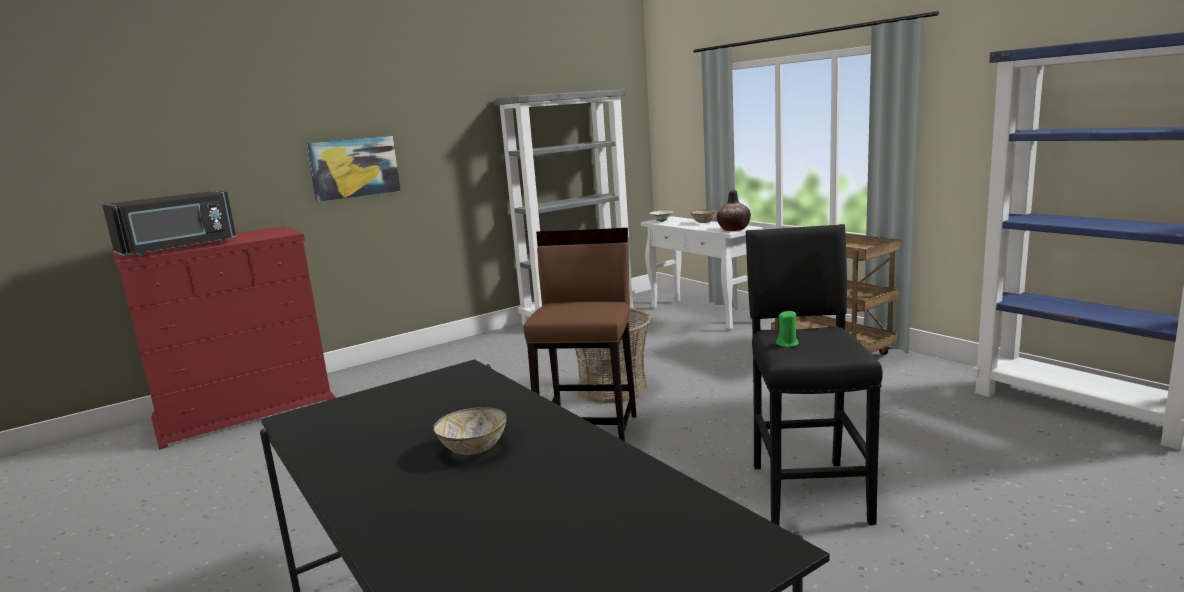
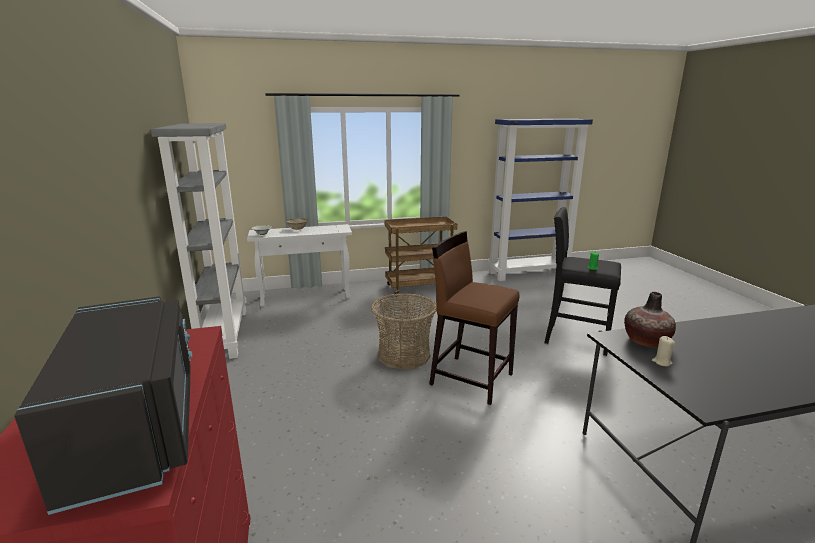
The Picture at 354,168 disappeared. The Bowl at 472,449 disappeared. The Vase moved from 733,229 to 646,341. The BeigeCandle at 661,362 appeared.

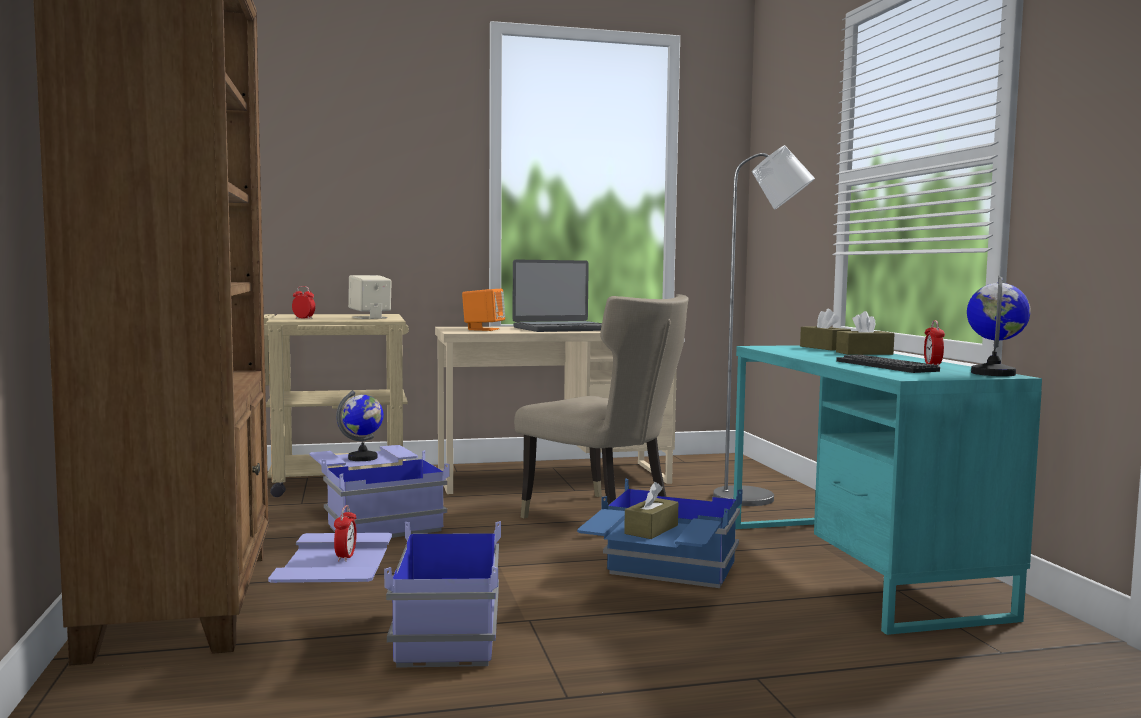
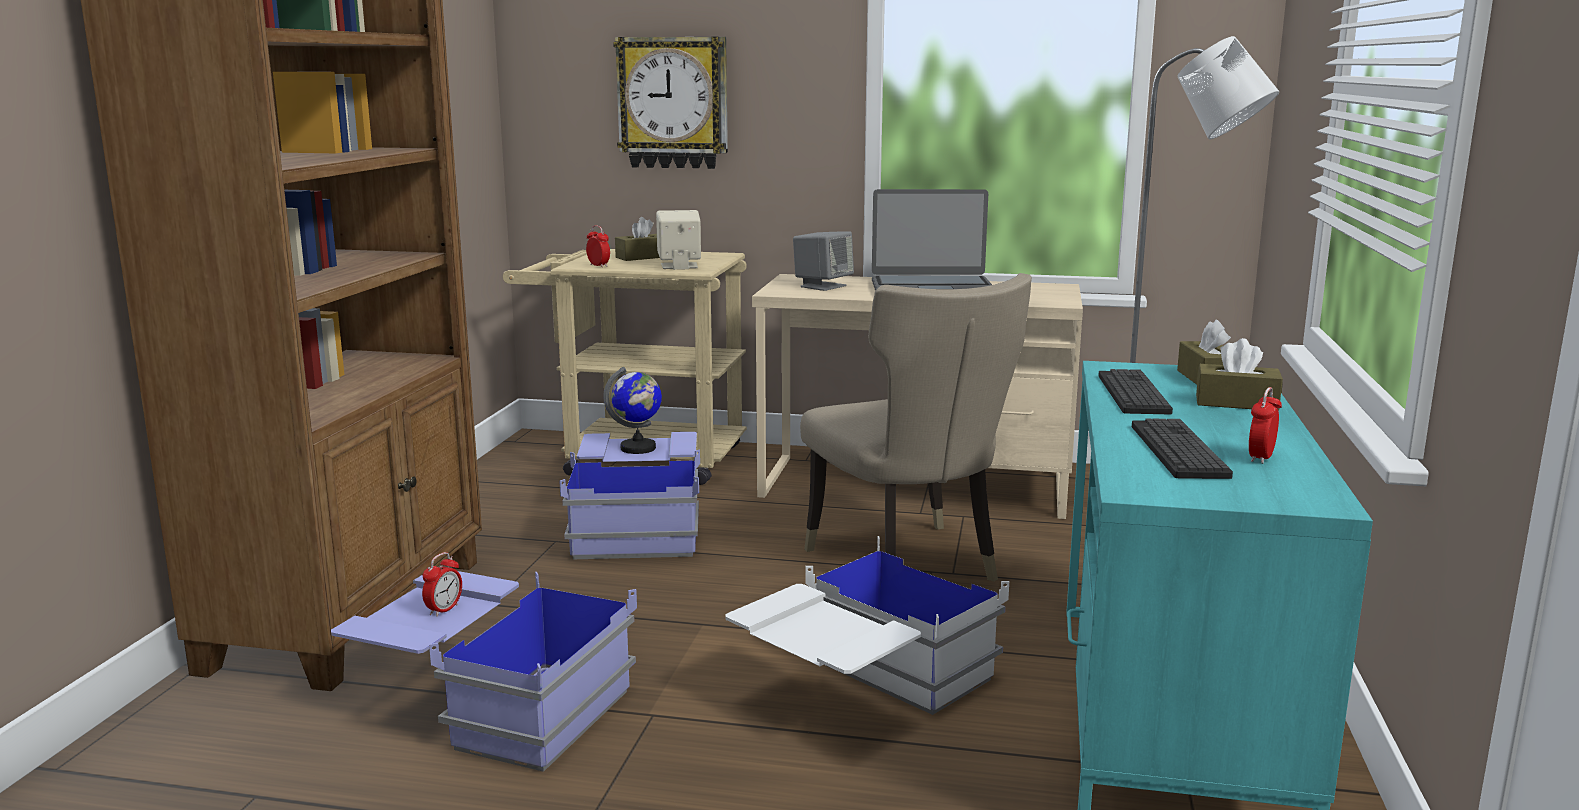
The OrangeSpeaker at 483,329 became the GreySpeaker at 823,286. The BlueStorageBox at 660,584 became the WhiteStorageBox at 864,691. The BrownTissueBox moved from 651,529 to 642,257. The Globe at 993,373 disappeared. The WallClock at 673,103 appeared. The Keyboard at 1133,393 appeared.

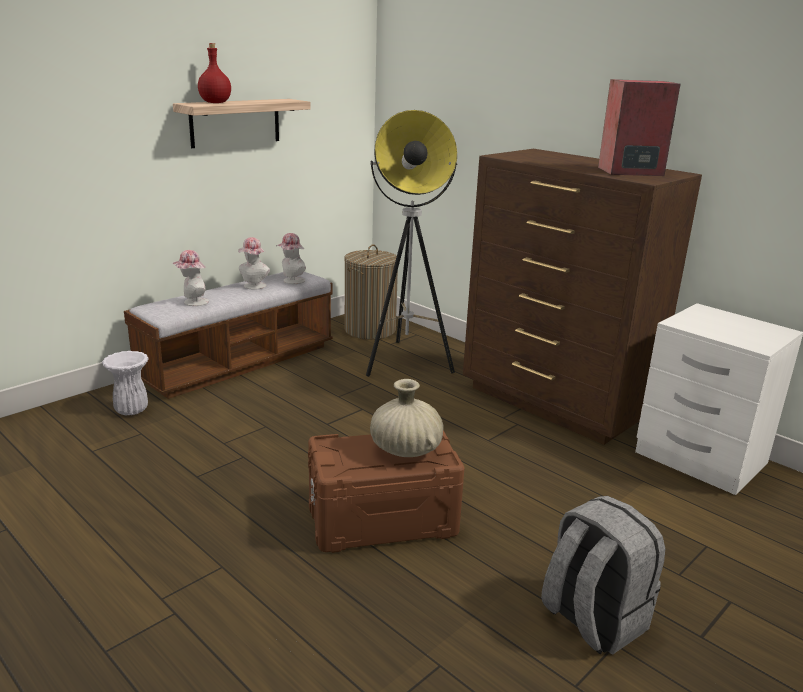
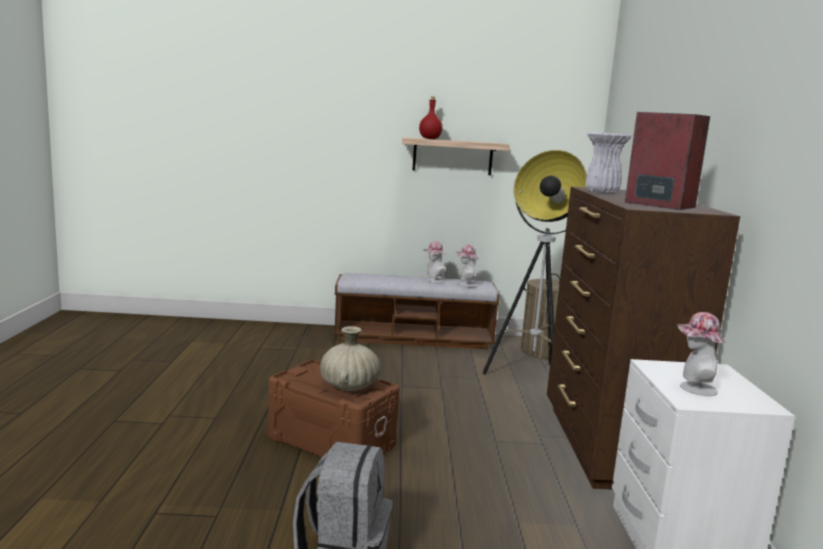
The WhiteVase moved from 131,411 to 601,193. The Hat moved from 193,302 to 693,388.

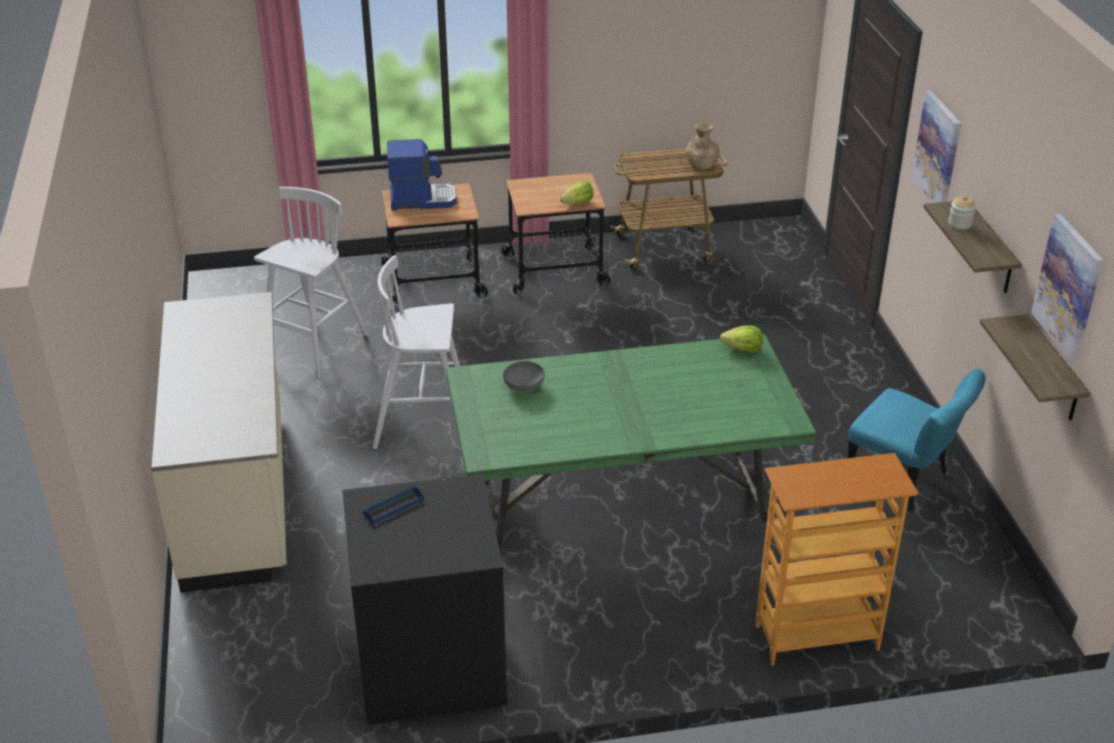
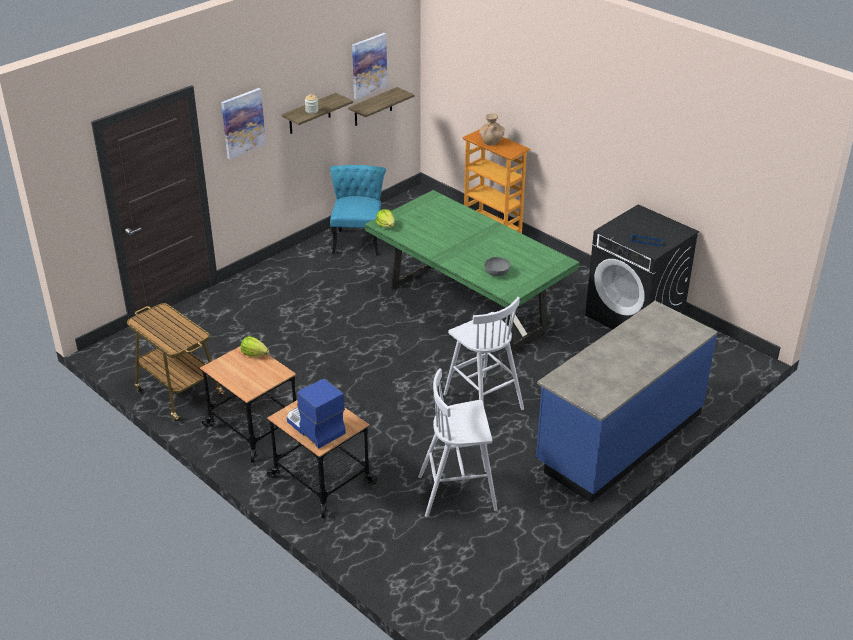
The BeigeCounter at 237,494 became the BlueCounter at 619,438. The BrownVase moved from 701,164 to 491,142.

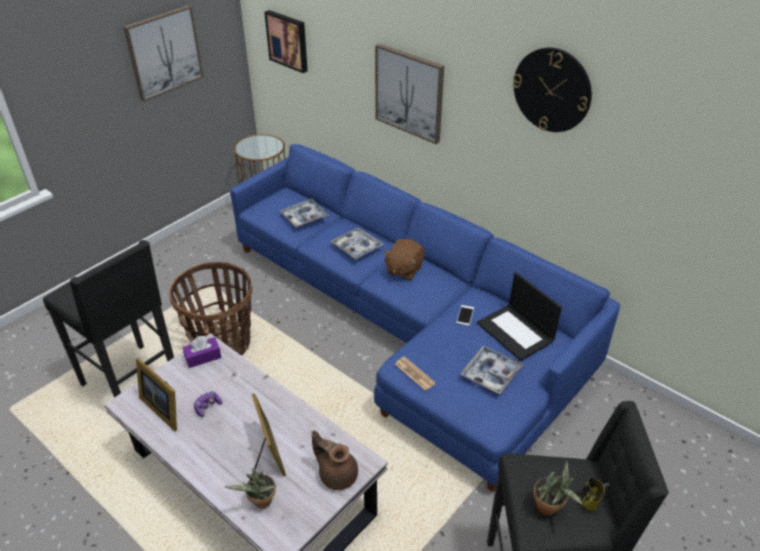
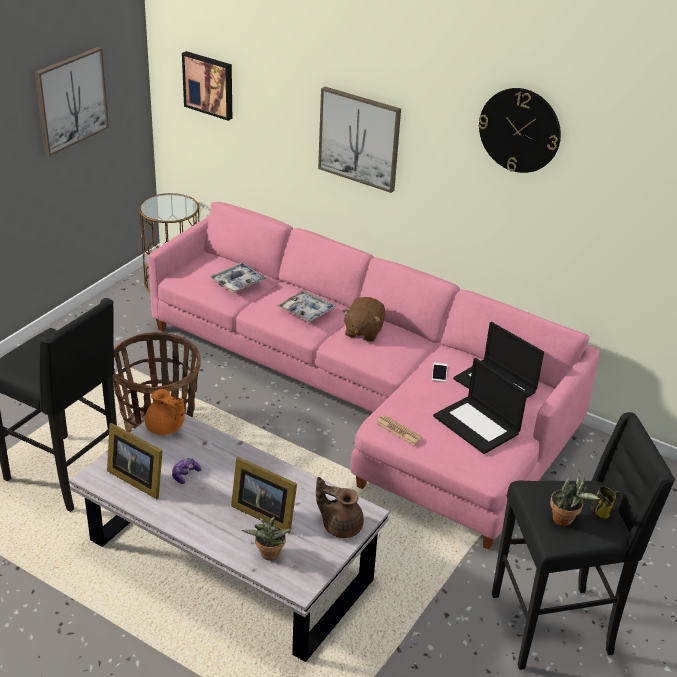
The PurpleTissueBox at 203,357 was replaced by the OrangeTeapot at 165,428. The BlueSofa at 410,325 became the PinkSofa at 369,396. The PictureFrame at 268,454 turned 150 degrees clockwise. The Tray at 491,373 was replaced by the Laptop at 477,425.

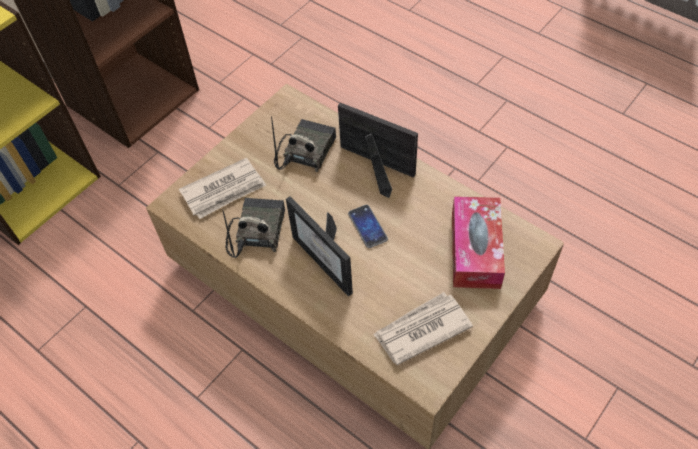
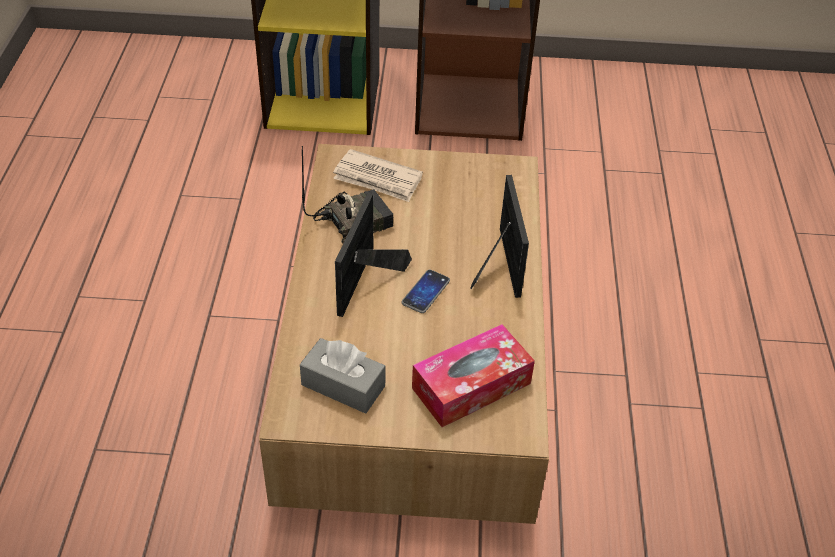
The Radio at 305,151 disappeared. The Newspaper at 421,329 was replaced by the GreyTissueBox at 343,385.

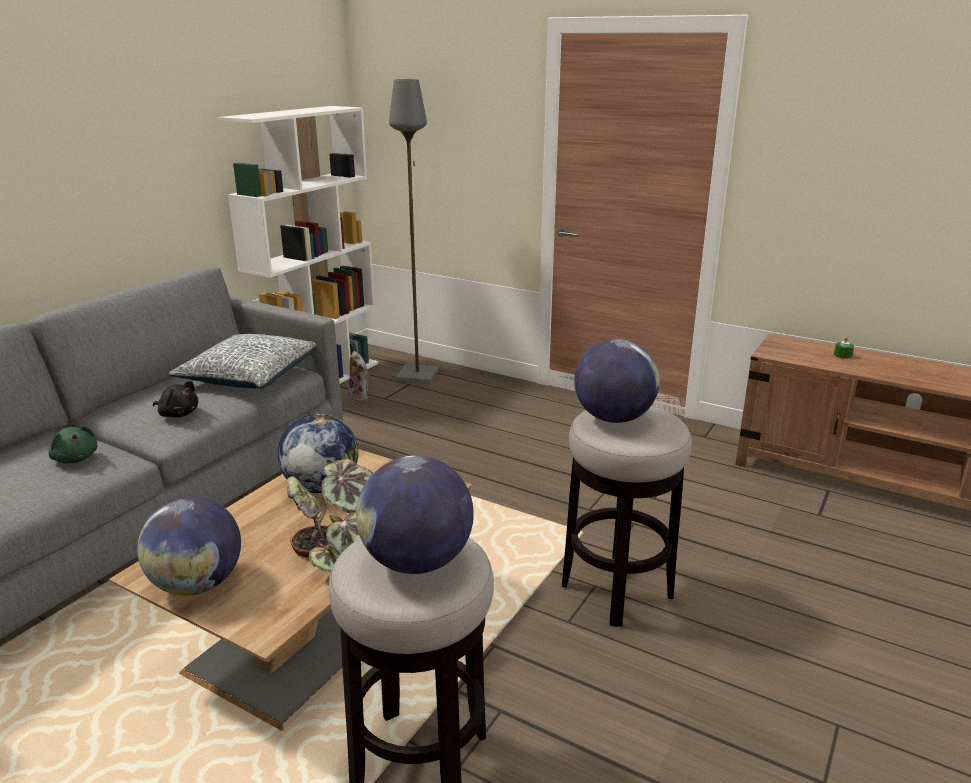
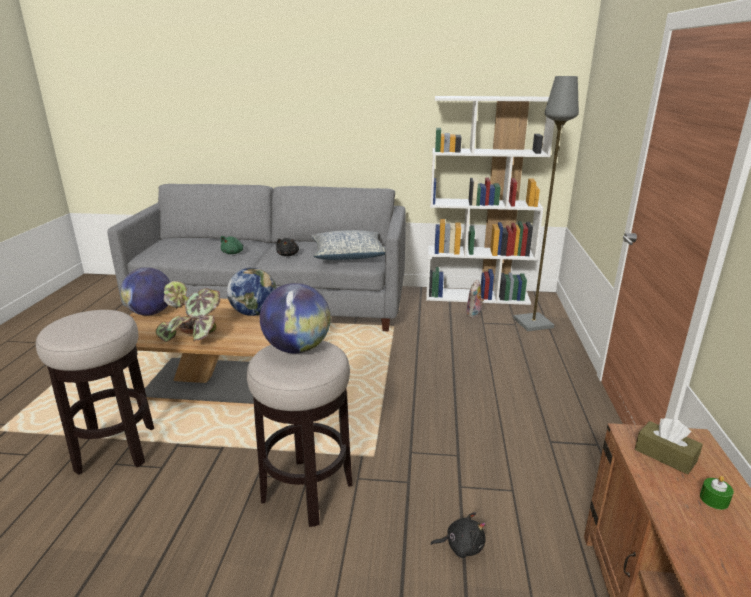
The Globe at 417,562 disappeared. The BlackPlushToy at 461,546 appeared. The BrownTissueBox at 665,455 appeared.

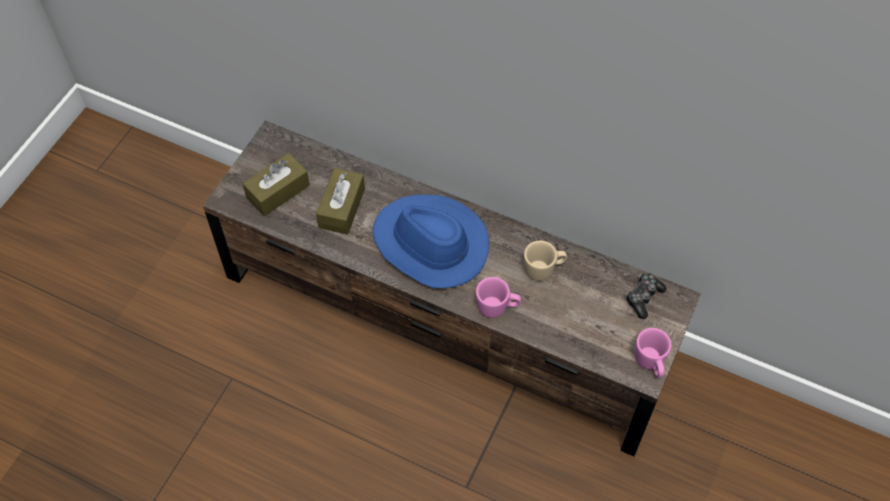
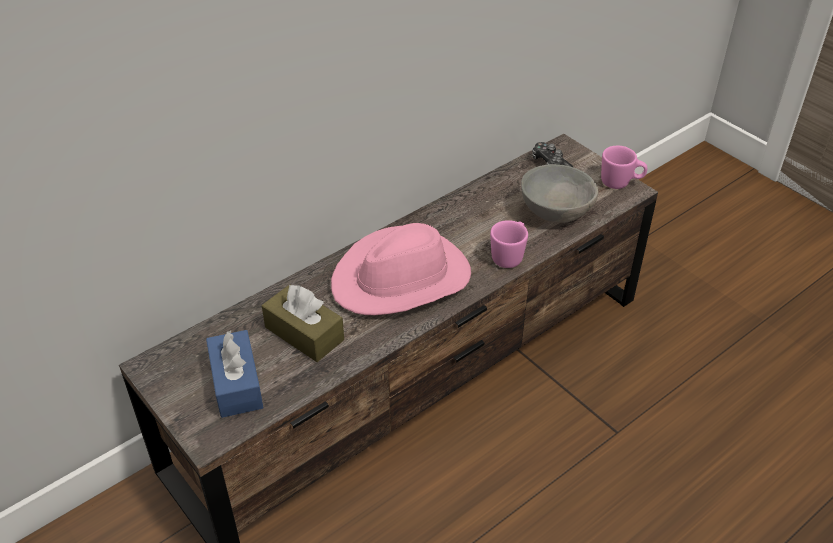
The BrownTissueBox at 278,191 became the BlueTissueBox at 236,384. The BlueHat at 430,244 became the PinkHat at 402,279. The BeigeMug at 543,270 disappeared. The GreyBowl at 555,212 appeared.

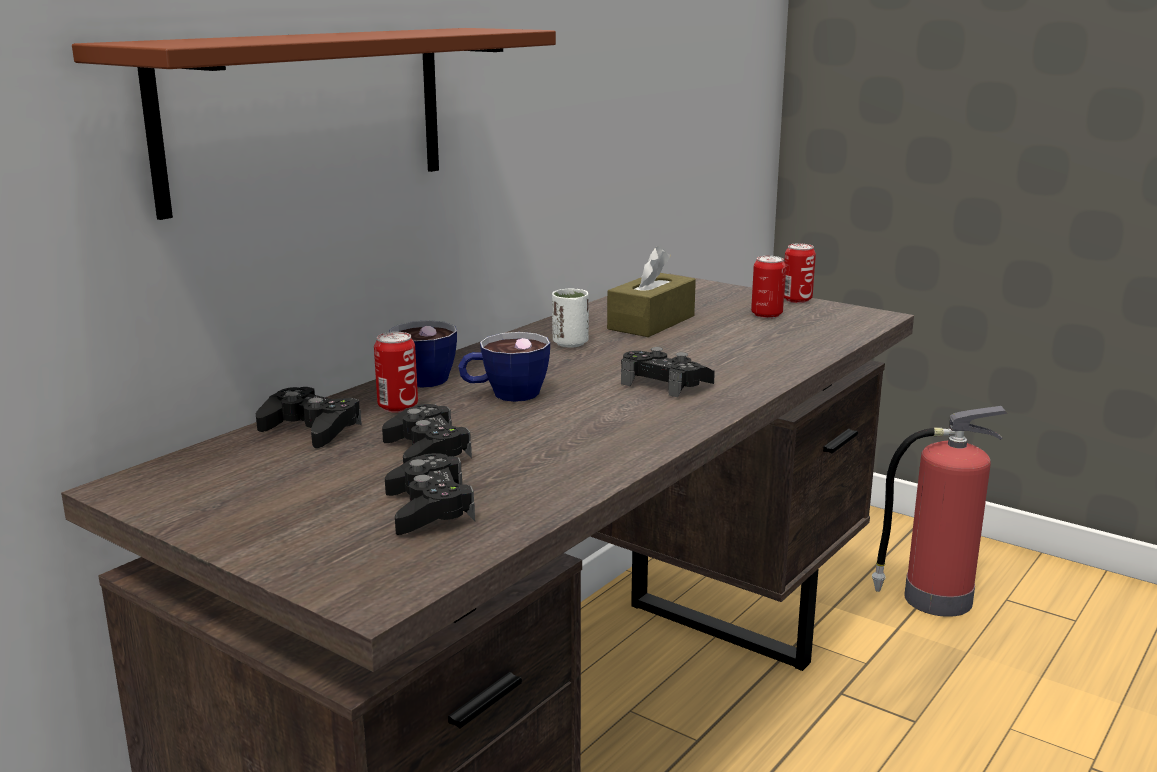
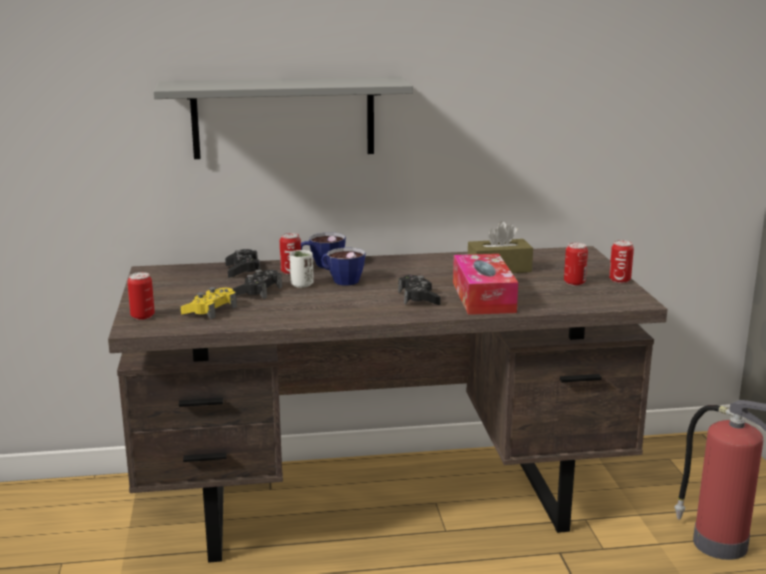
The BrownShelf at 306,114 became the GreyShelf at 283,117. The BlackGameController at 429,508 became the YellowGameController at 210,310. The WhiteCup moved from 570,343 to 302,284. The Can at 142,316 appeared. The TissueBox at 483,297 appeared.

